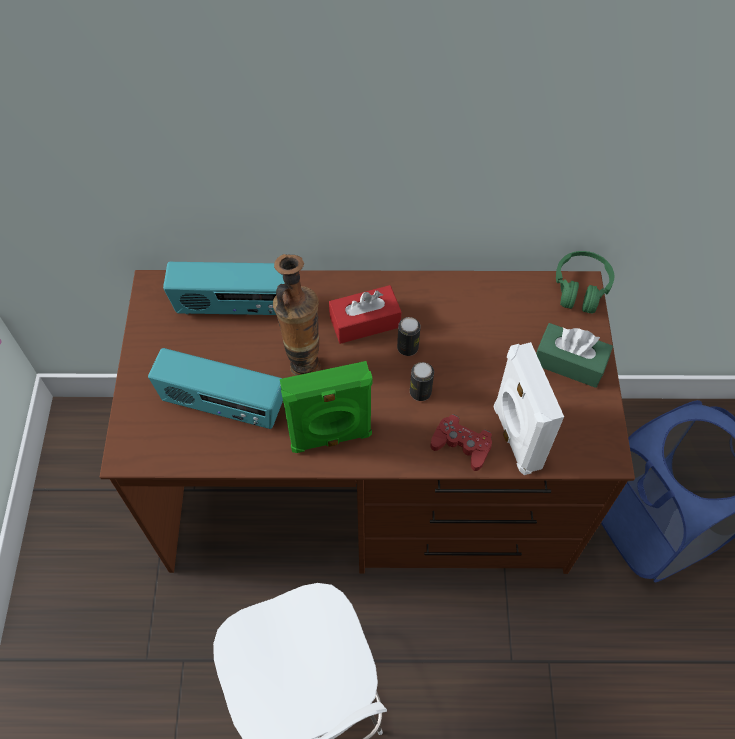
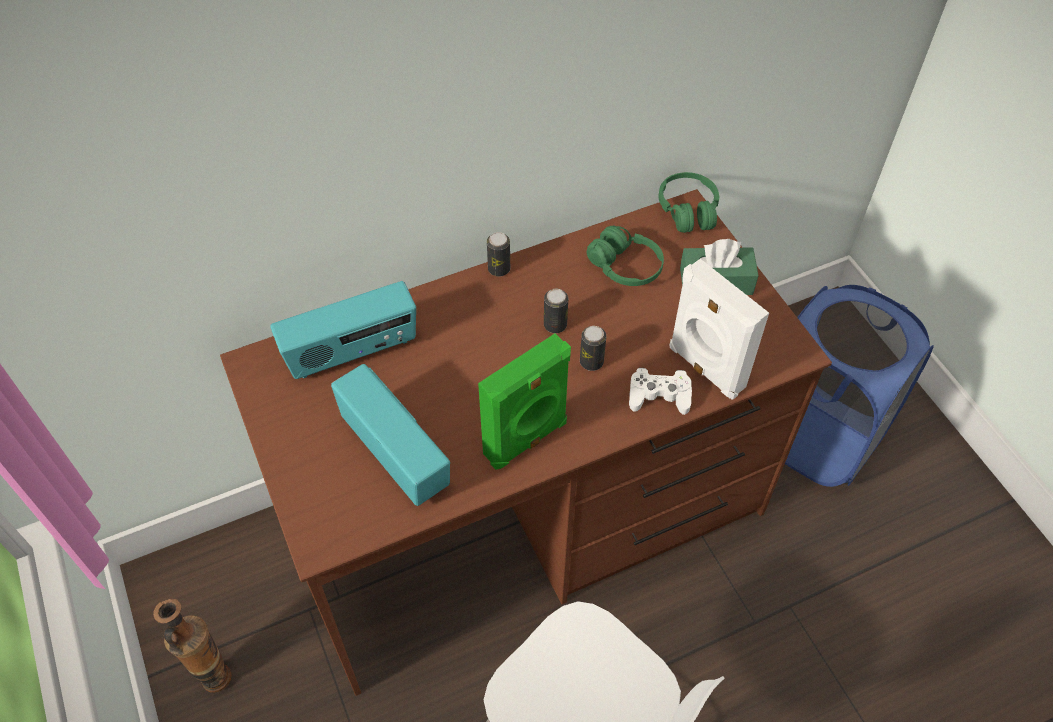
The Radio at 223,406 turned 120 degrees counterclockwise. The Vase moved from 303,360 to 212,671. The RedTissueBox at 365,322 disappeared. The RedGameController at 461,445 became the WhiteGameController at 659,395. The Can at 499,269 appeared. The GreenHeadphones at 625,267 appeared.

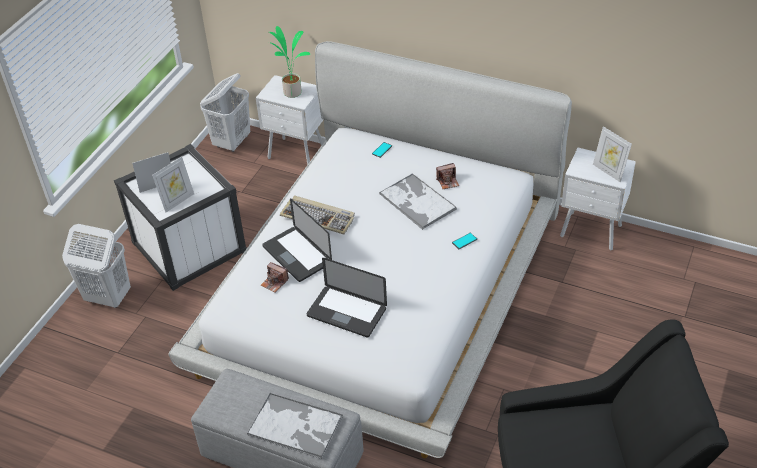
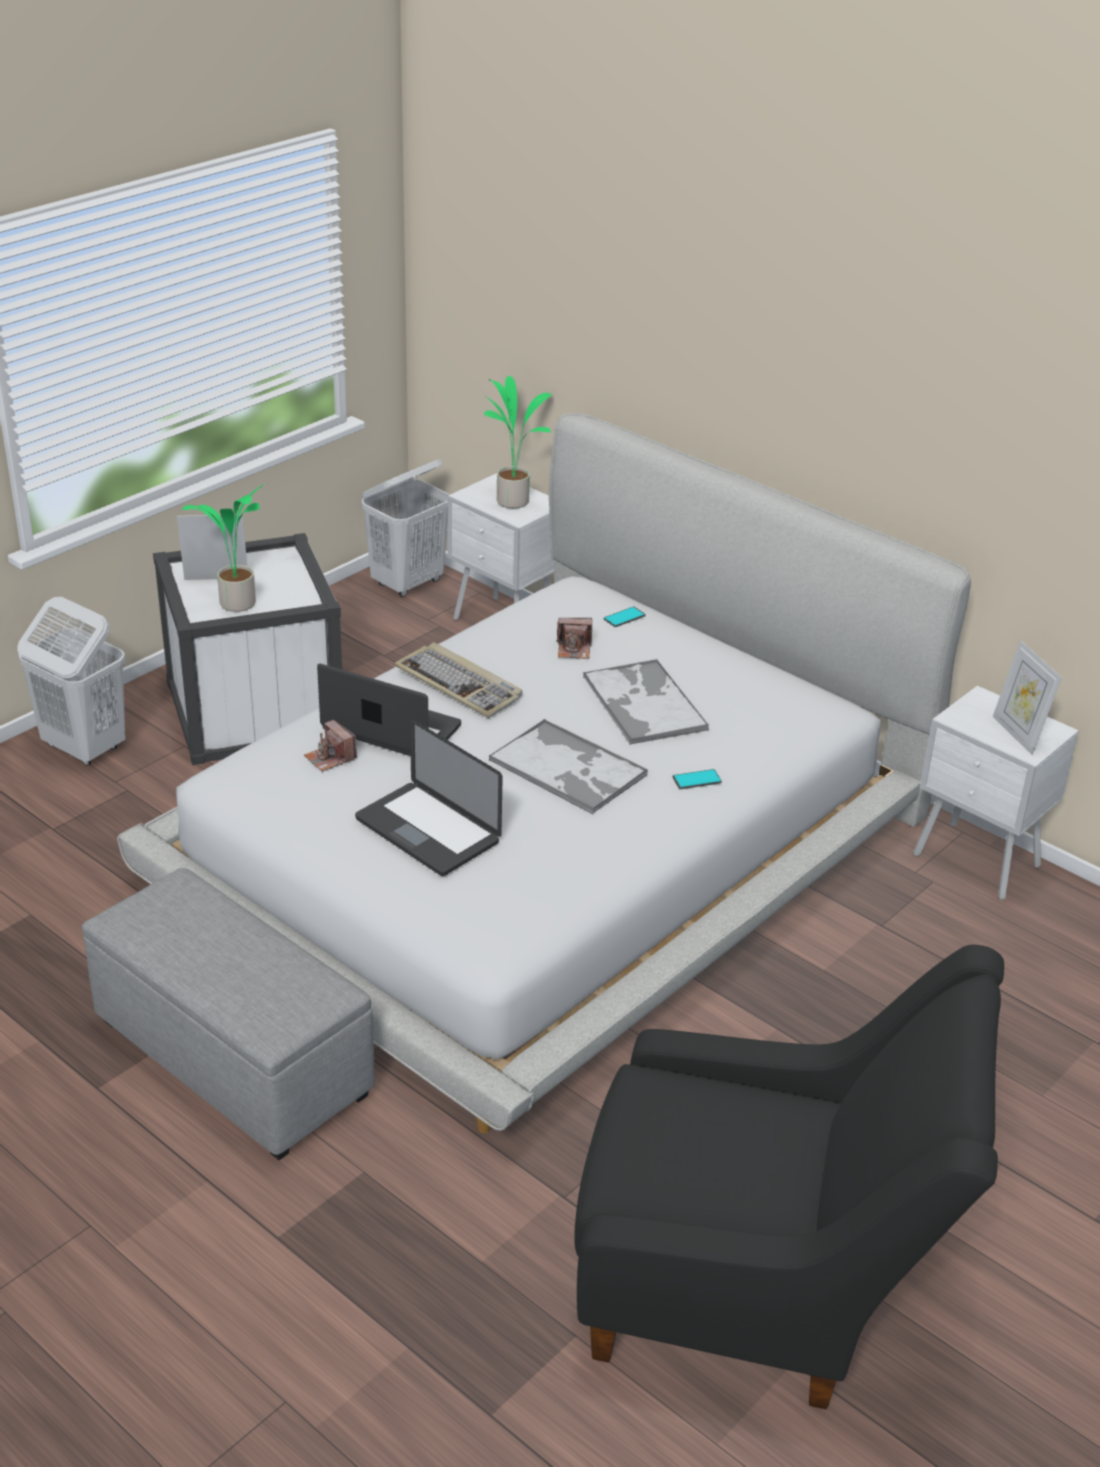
The PictureFrame at 177,201 was replaced by the PottedPlant at 236,605. The Tray moved from 296,426 to 569,768. The Laptop at 297,255 turned 135 degrees clockwise. The PhotoCamera moved from 448,181 to 574,649.

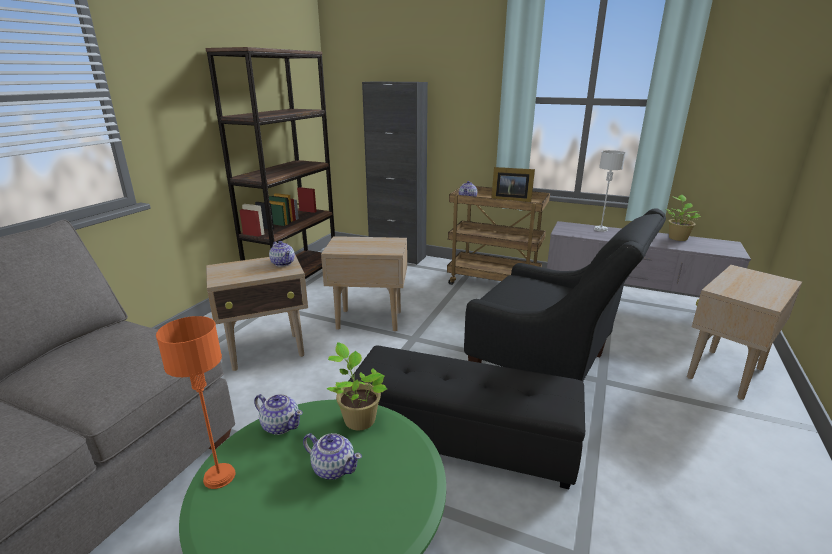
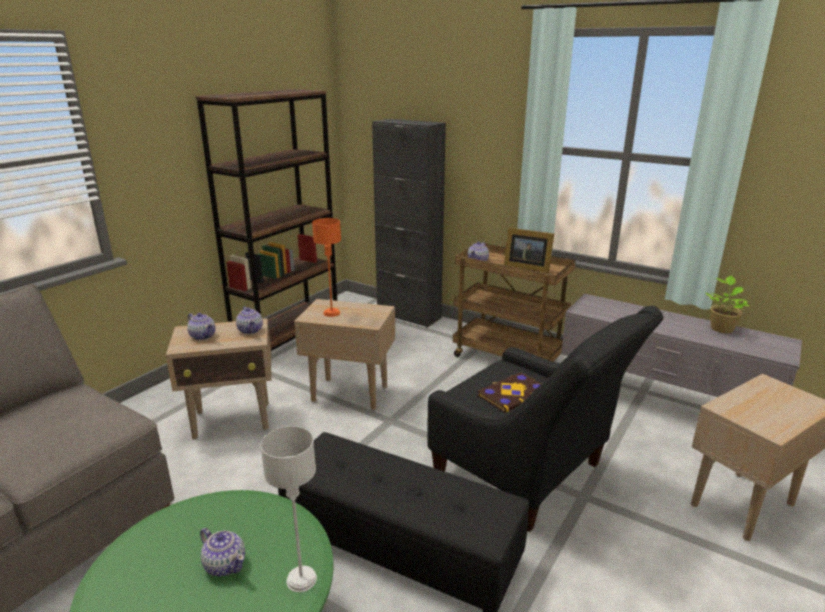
The OrangeTableLamp moved from 220,476 to 332,313. The Teapot moved from 280,425 to 203,336. The PottedPlant at 358,419 disappeared. The GreyTableLamp moved from 601,229 to 302,579. The Book at 512,393 appeared.

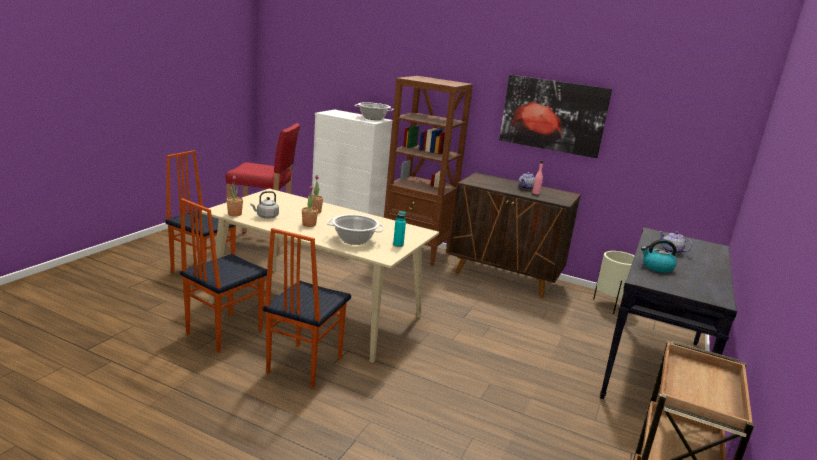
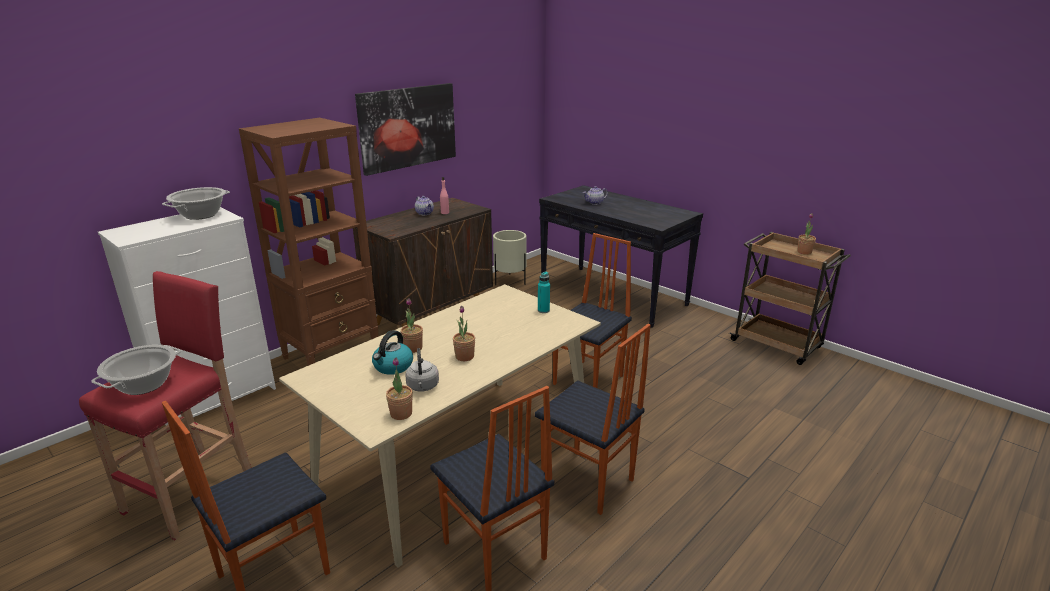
The CookingPot moved from 354,240 to 144,385. The Kettle moved from 657,267 to 393,366. The Chair at 589,380 appeared. The PottedPlant at 804,252 appeared.

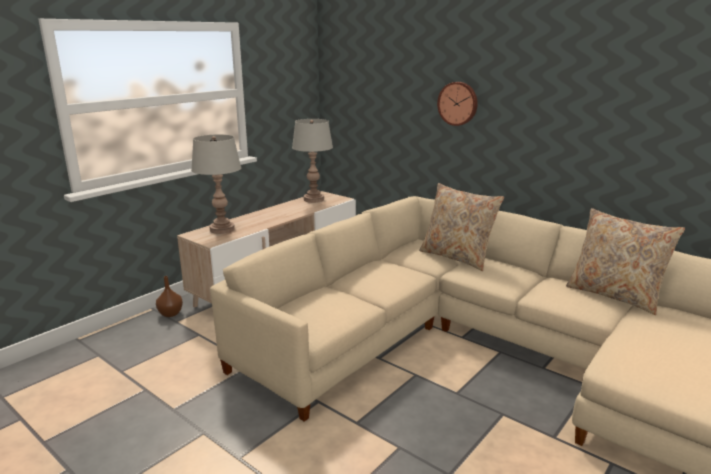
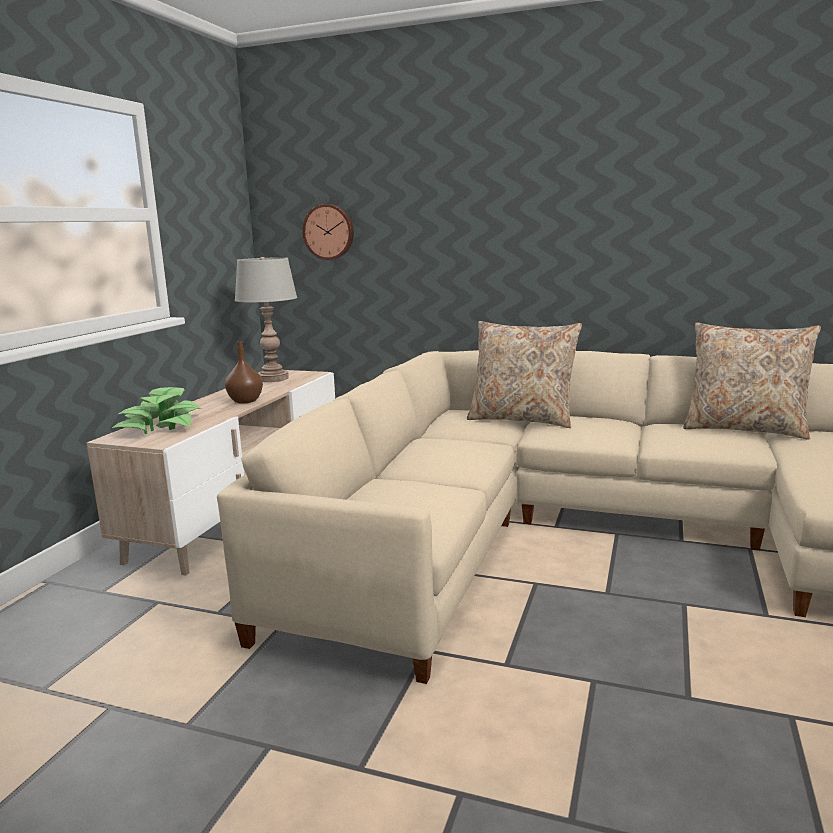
The BrownVase moved from 171,314 to 246,401. The GreyTableLamp at 222,229 was replaced by the PottedPlant at 161,426. The WallClock moved from 458,103 to 329,232.

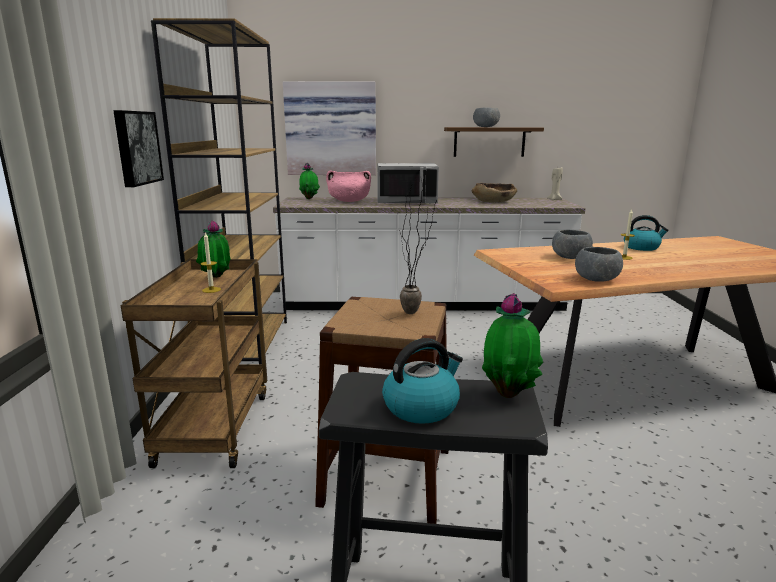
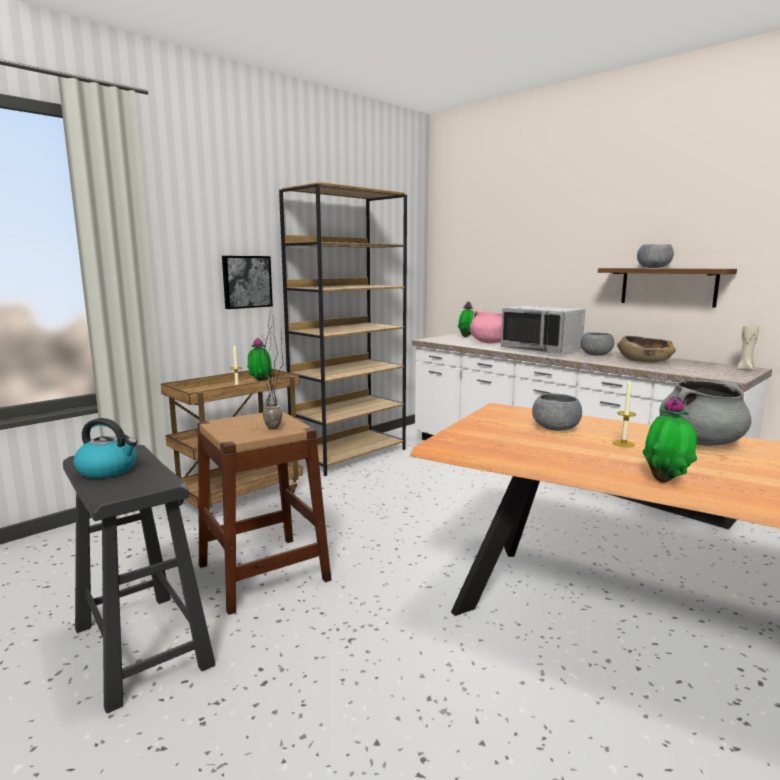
The Picture at 331,129 disappeared. The PottedPlant moved from 509,393 to 666,481. The GreyBowl moved from 596,279 to 596,355. The Kettle at 642,247 was replaced by the GreyCookingPot at 700,442.

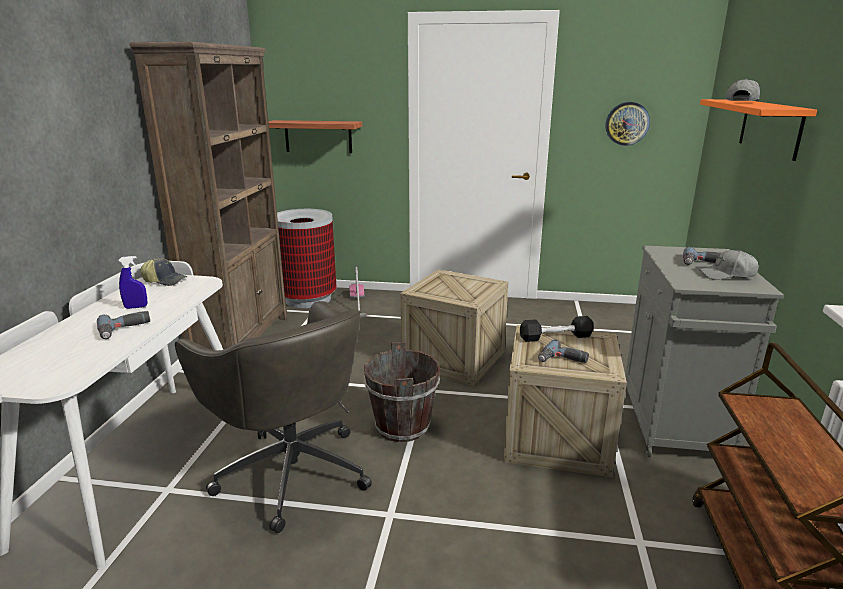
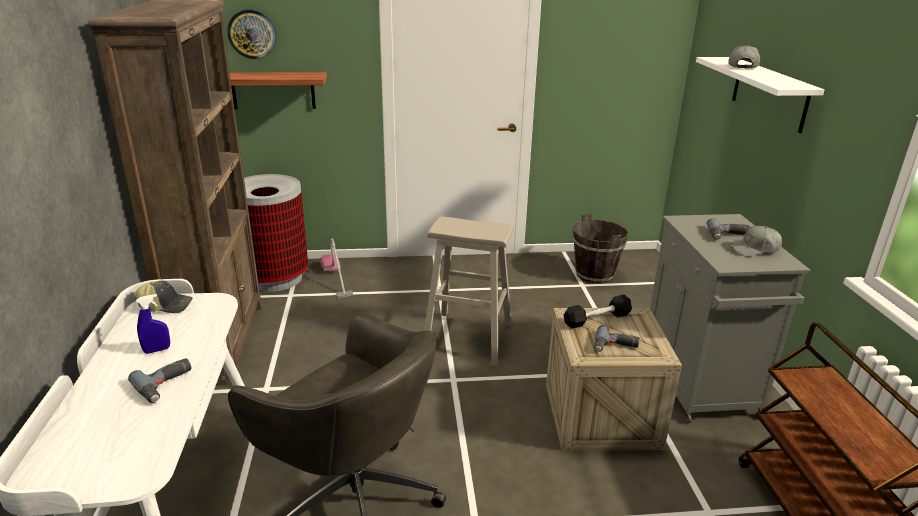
The BrownBucket moved from 403,426 to 595,274. The Crate at 454,359 was replaced by the BeigeStool at 468,337. The WallClock moved from 627,123 to 252,34. The OrangeShelf at 770,127 became the WhiteShelf at 769,93.

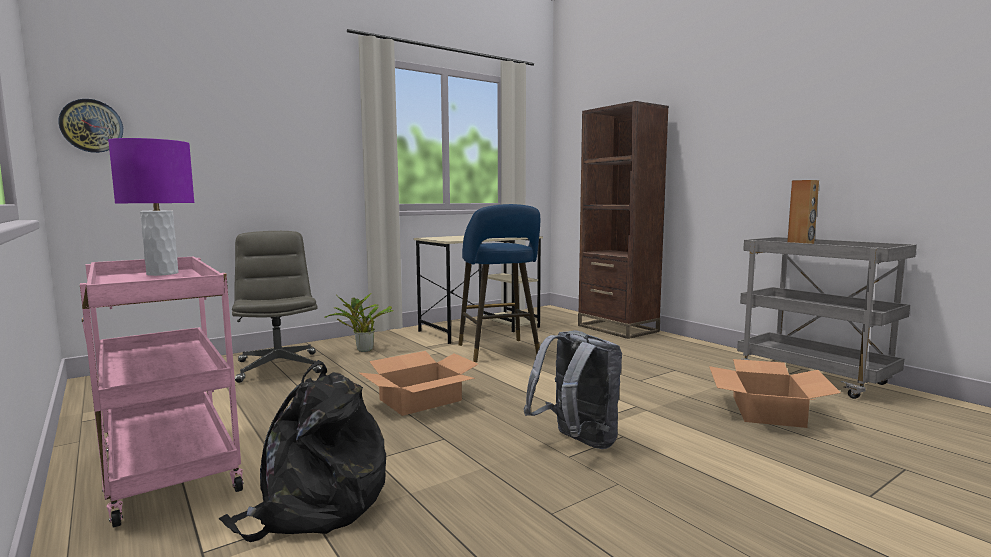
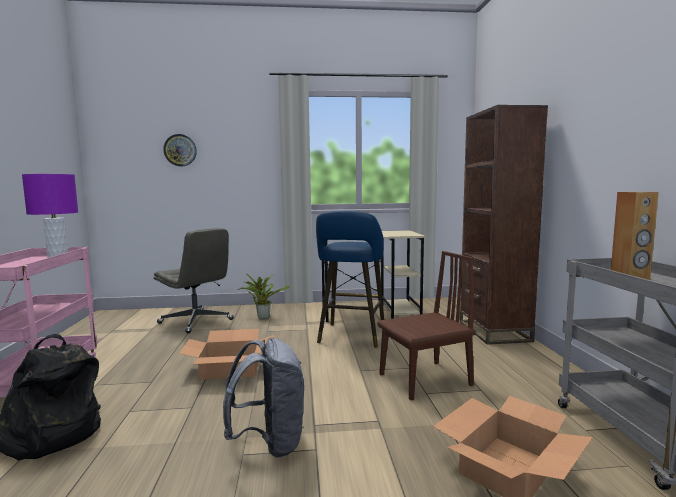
The WallClock moved from 91,126 to 180,150. The GreyOfficeChair at 278,367 turned 120 degrees clockwise. The BrownChair at 424,380 appeared.

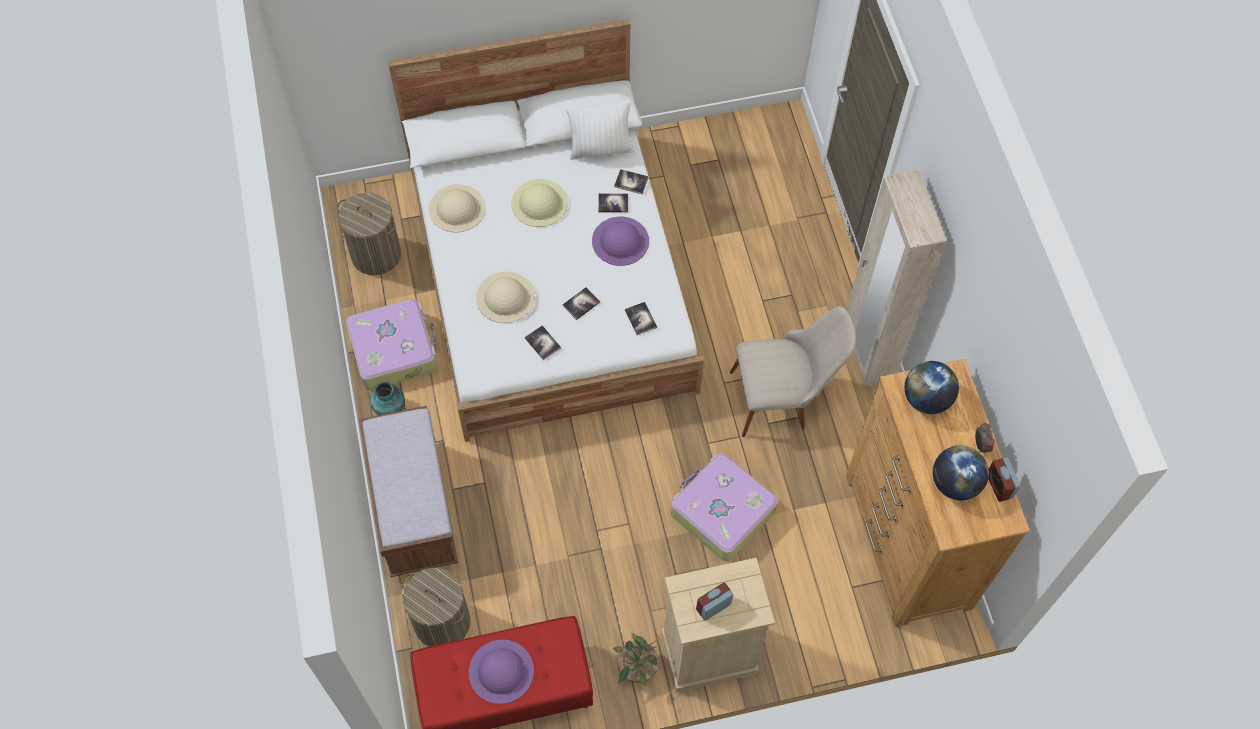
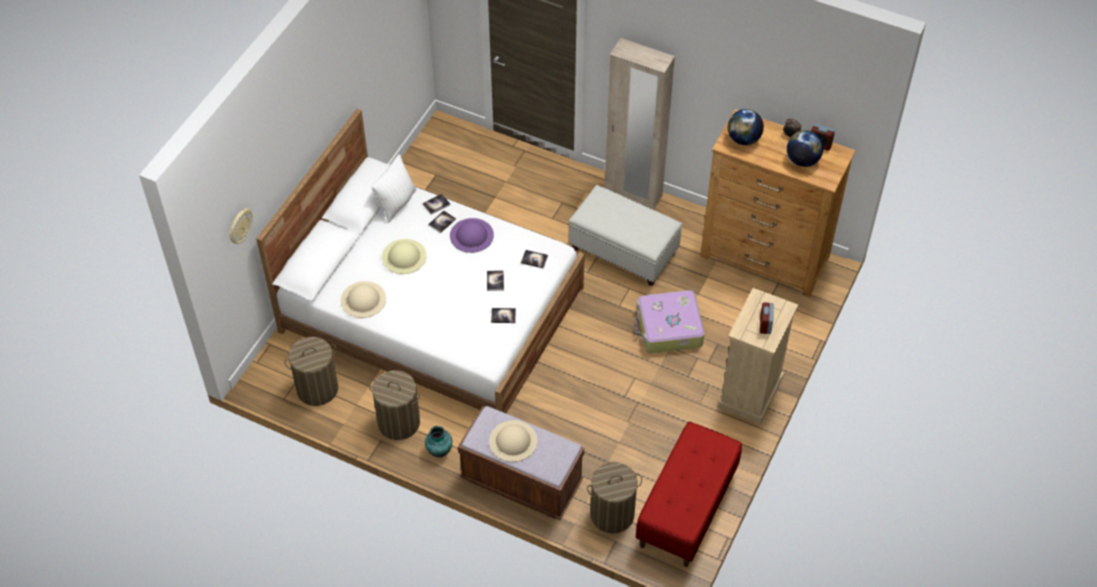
The Suitcase at 394,350 was replaced by the LaundryBasket at 398,422. The PurpleHat at 501,671 disappeared. The BeigeHat moved from 505,297 to 513,441. The PottedPlant at 637,668 disappeared. The BeigeChair at 782,398 was replaced by the WhiteOttoman at 624,251. The WallClock at 240,226 appeared.

